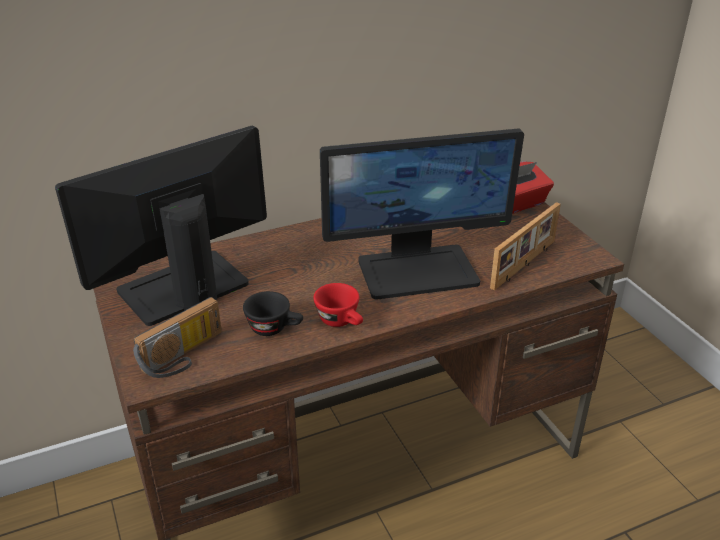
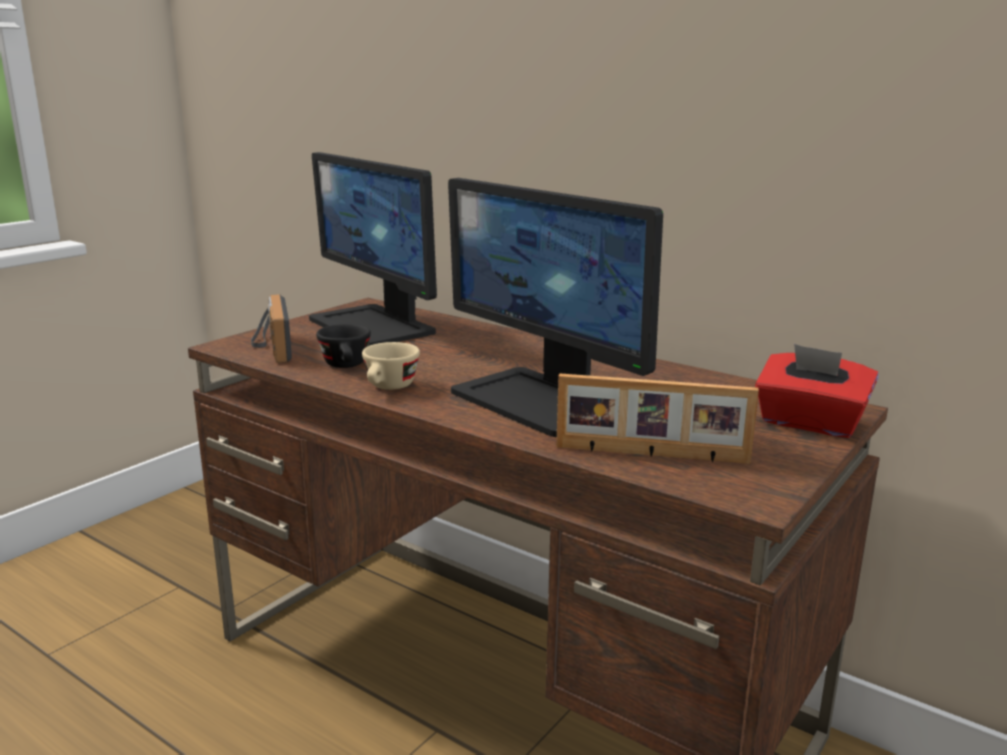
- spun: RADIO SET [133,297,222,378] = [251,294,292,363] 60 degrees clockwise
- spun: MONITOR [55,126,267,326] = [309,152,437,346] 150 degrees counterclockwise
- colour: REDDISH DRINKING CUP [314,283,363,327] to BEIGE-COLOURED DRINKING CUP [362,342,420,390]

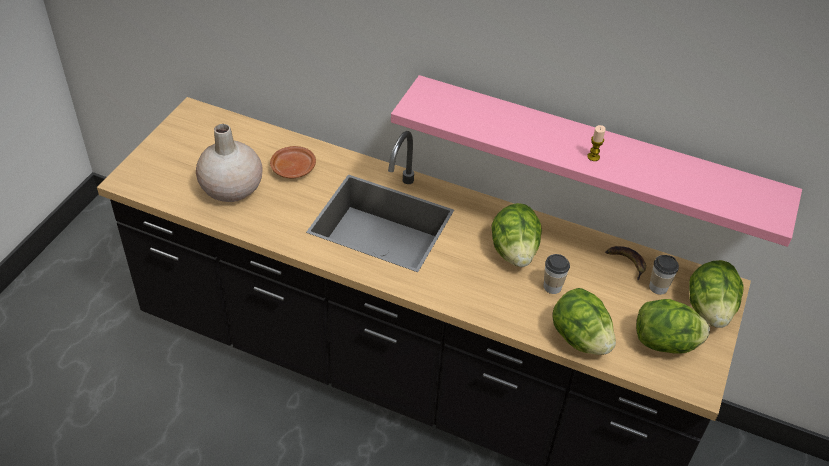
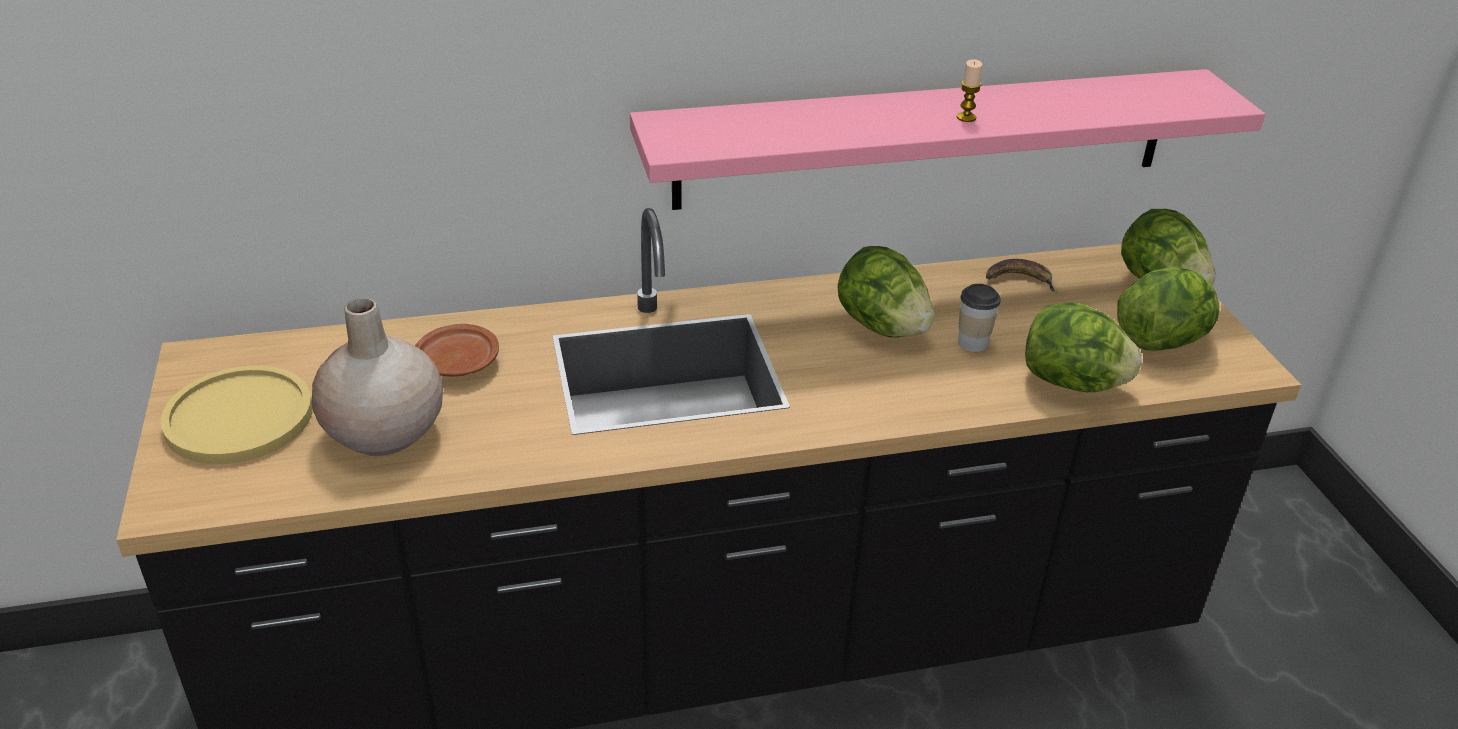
- appeared: YELLOW-COLOURED FLAT DISH [161,366,313,464]
- missing: DRINKING CUP [649,255,679,295]

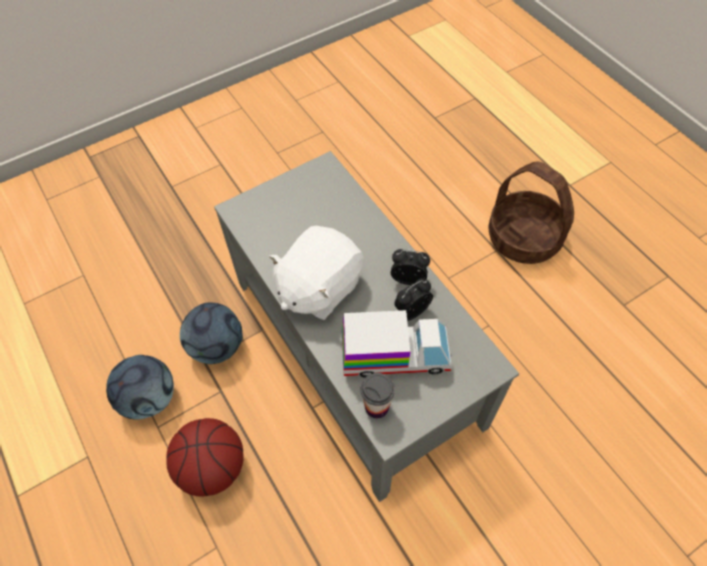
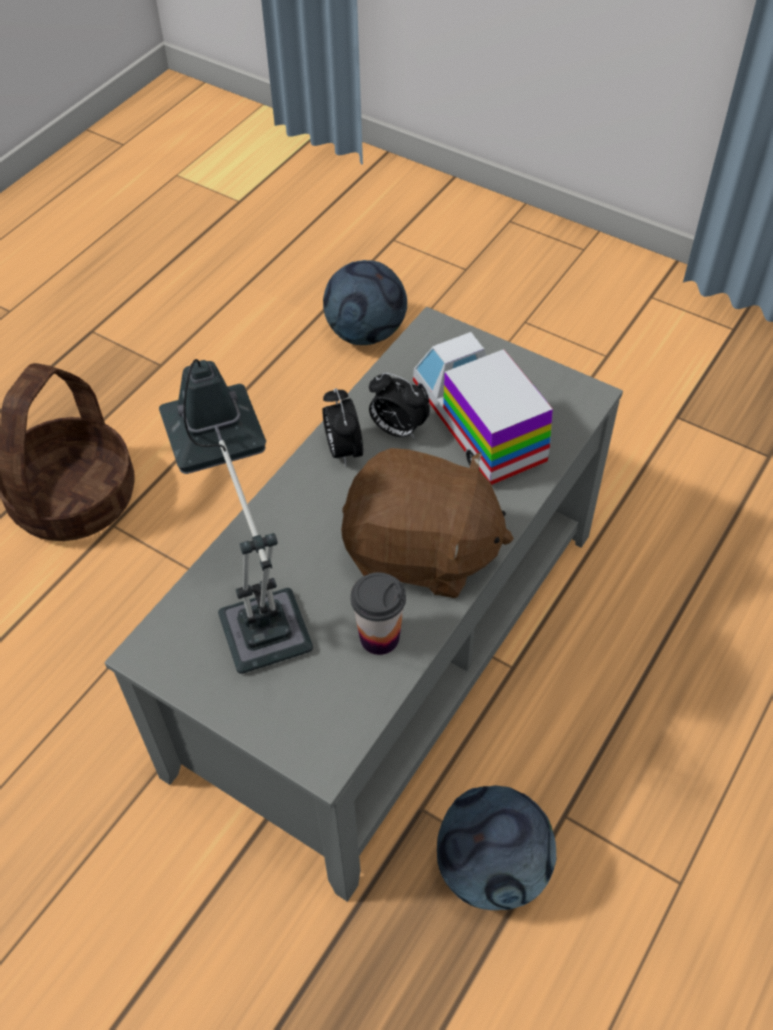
- appeared: LAMP FOR A TABLE [159,359,313,674]
- relocated: FOOTBALL BALL [106,355,174,419] to [323,260,407,345]
- colour: WHITE-COLOURED PLUSH TOY [269,226,364,320] to BROWNISH PLUSH TOY [341,448,514,598]
- relocated: DRINKING CUP [360,373,395,419] to [350,572,406,655]
- missing: BALL FOR BASKETBALL [166,418,244,497]

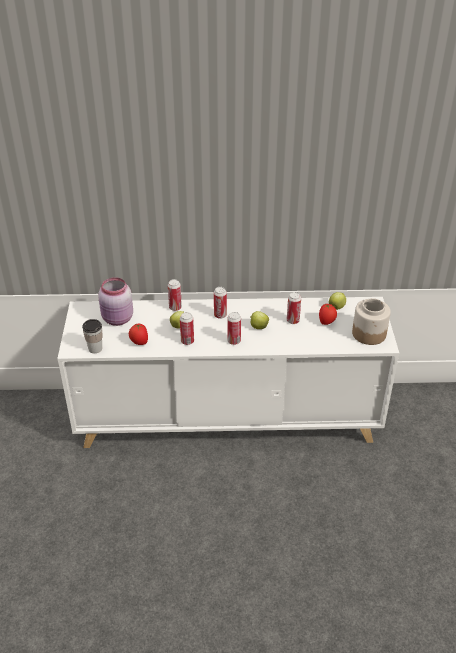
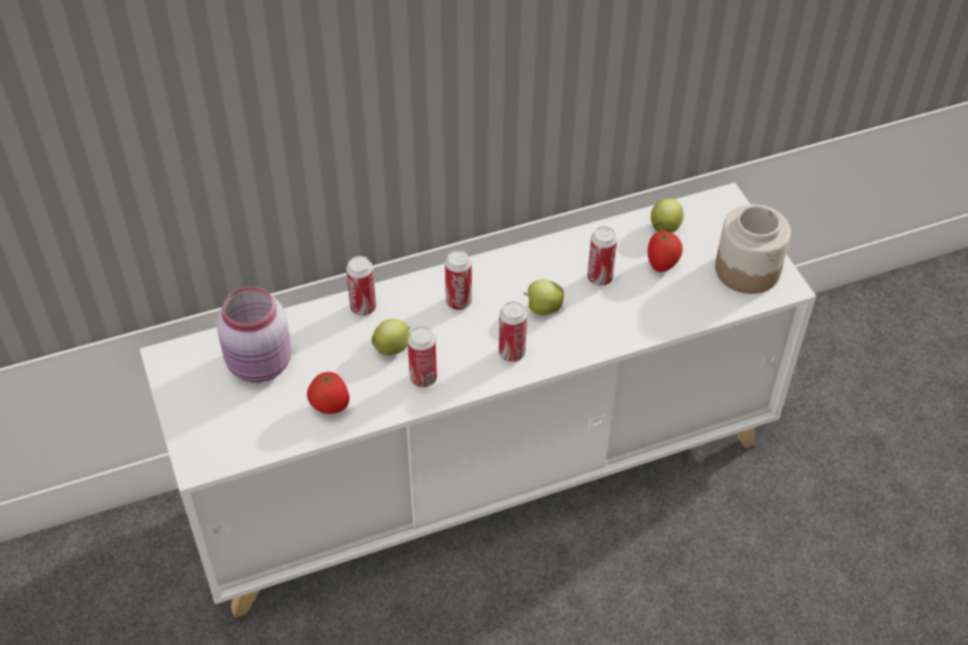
- missing: DRINKING CUP [82,319,102,353]

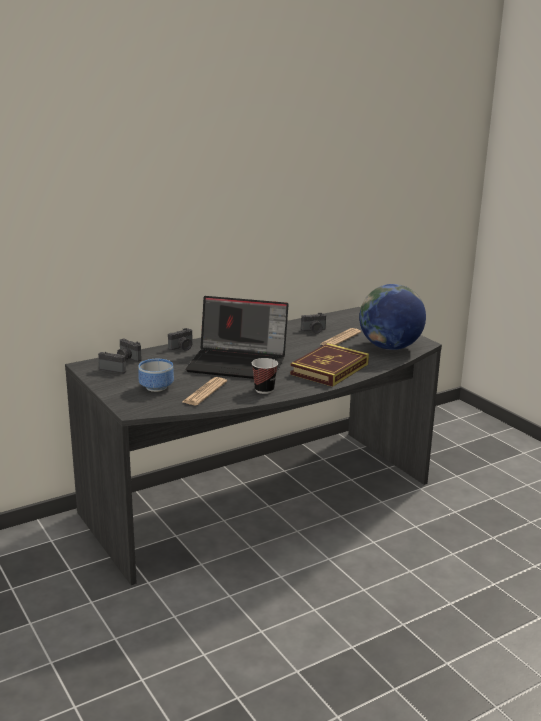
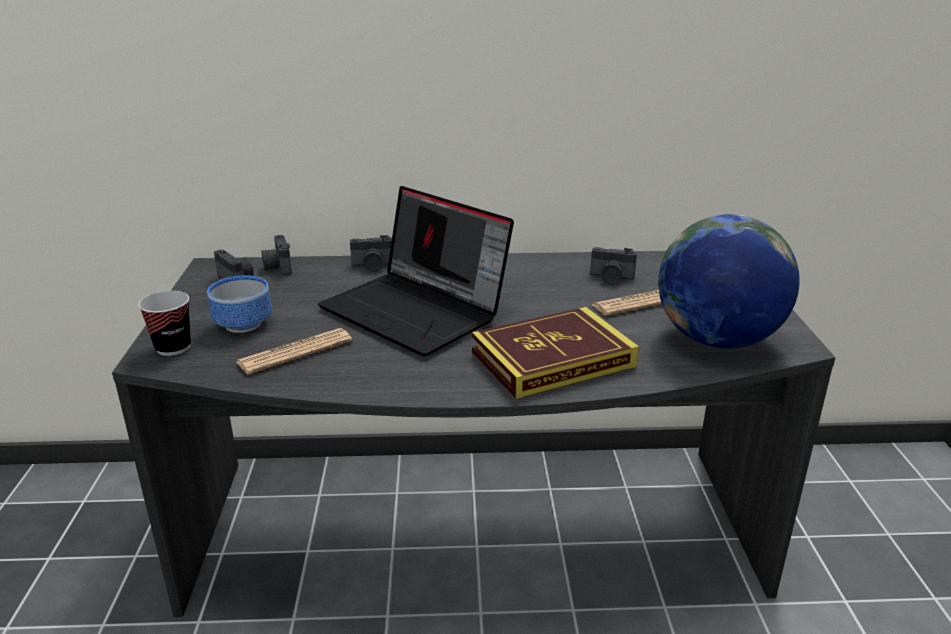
- relocated: DRINKING CUP [252,358,278,394] to [138,291,191,356]

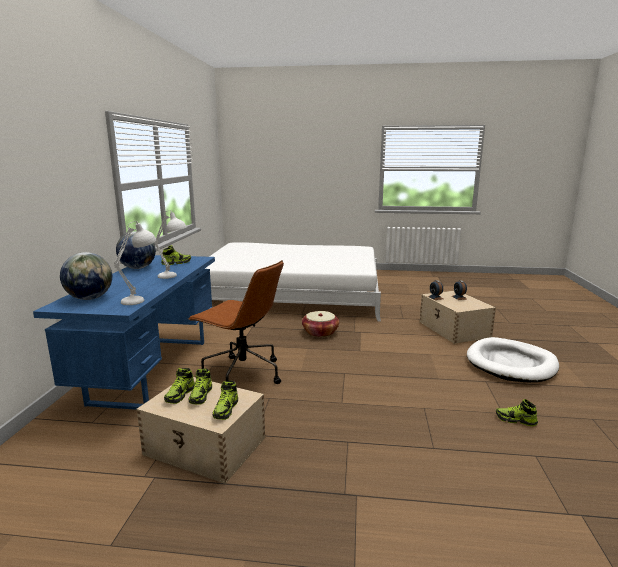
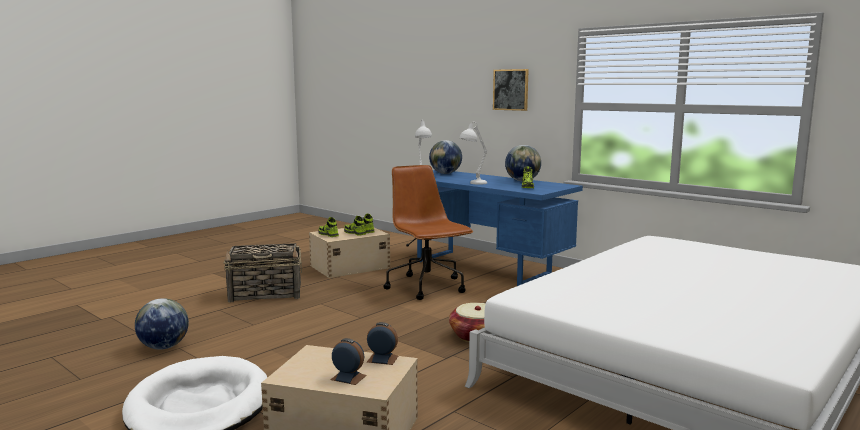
- exchanged: LOW SHOE [496,399,538,426] to GLOBE [135,298,189,350]
- appeared: BASKET [223,243,302,302]
- spun: BROWNISH COMPUTER CHAIR [188,260,284,384] = [383,165,473,300] 90 degrees clockwise
- appeared: WALL ART [493,69,529,111]

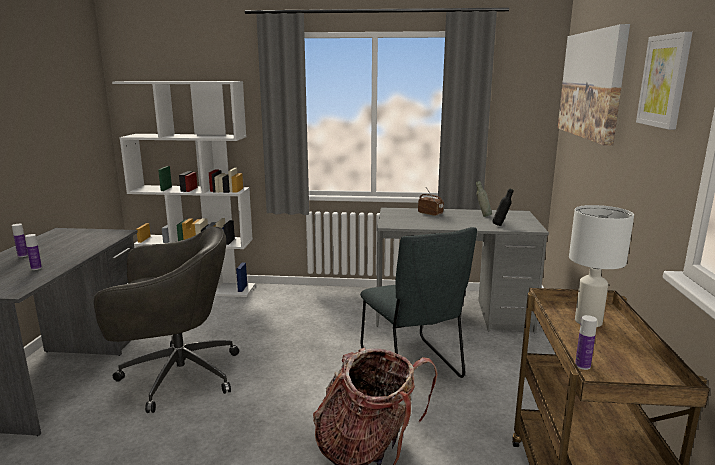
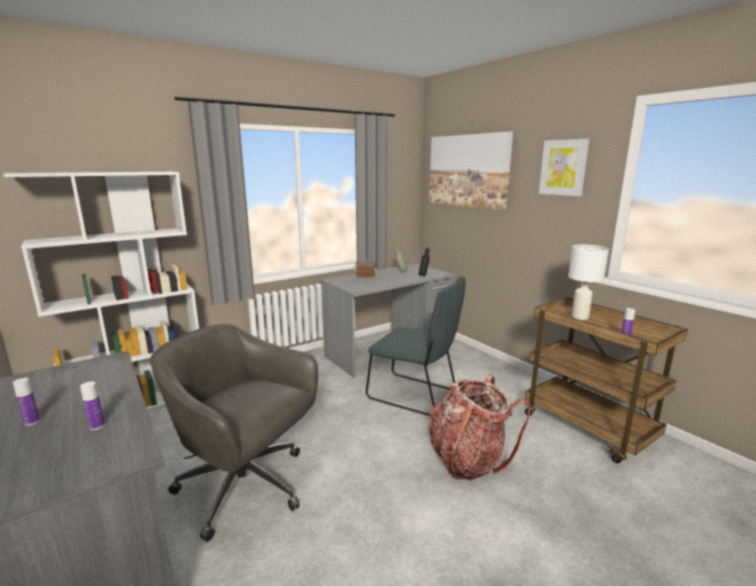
- spun: GRAY COMPUTER CHAIR [94,227,239,413] = [150,324,318,542] 105 degrees counterclockwise

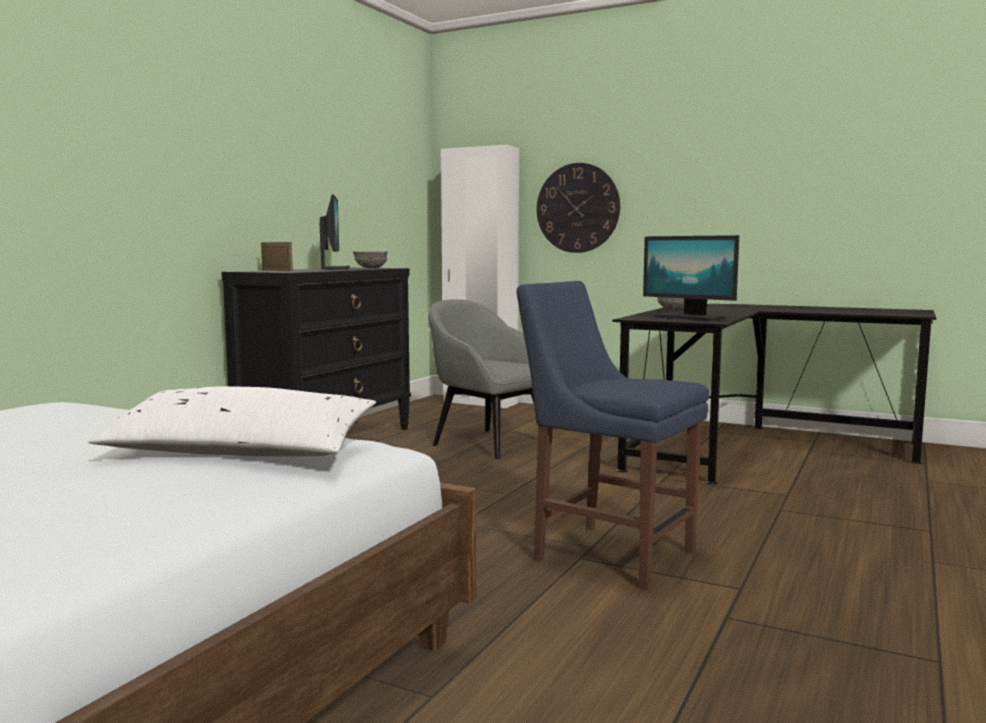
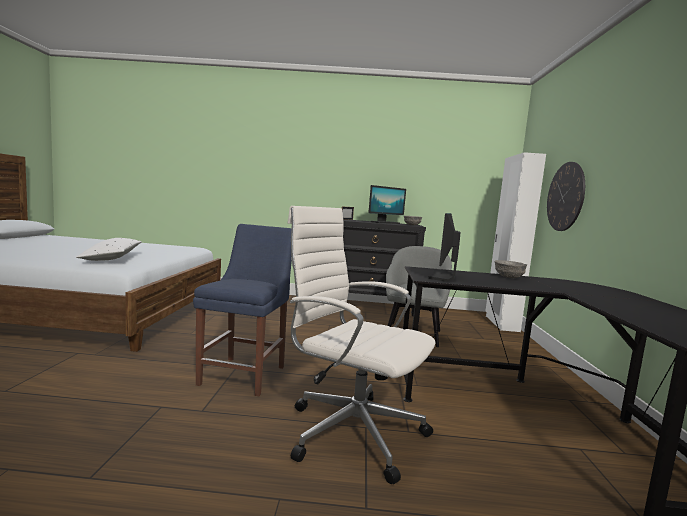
- appeared: WHITE-COLOURED COMPUTER CHAIR [287,206,435,484]

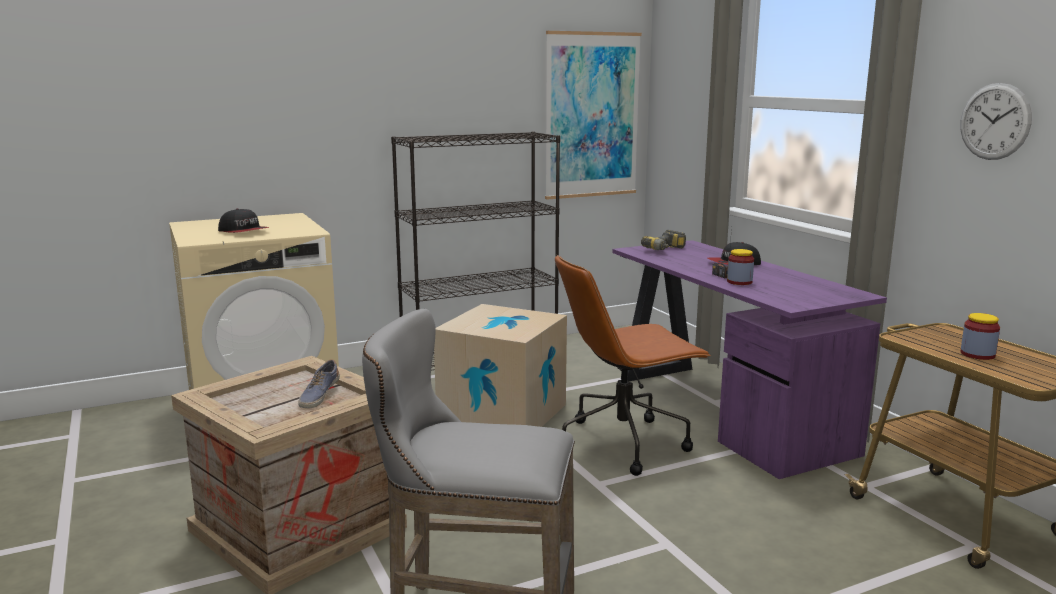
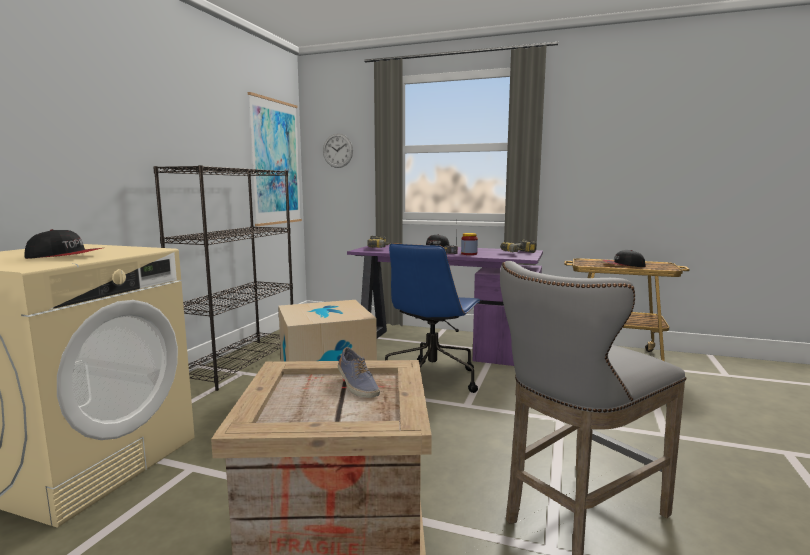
- relocated: CLOCK ON THE WALL [960,83,1032,160] to [323,134,353,168]
- colour: BROWNISH COMPUTER CHAIR [555,255,711,476] to BLUE-COLOURED COMPUTER CHAIR [385,243,482,393]
- appeared: DRILL [500,240,537,253]
- exchanged: PRESERVE JAR [960,313,1000,360] to CAP [603,250,646,267]

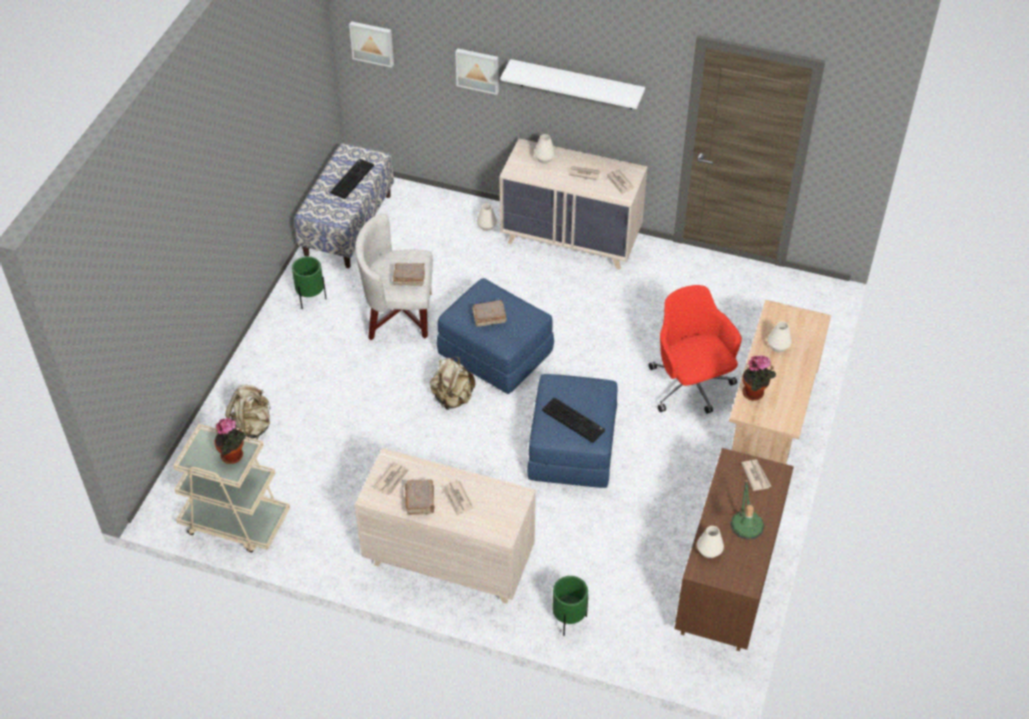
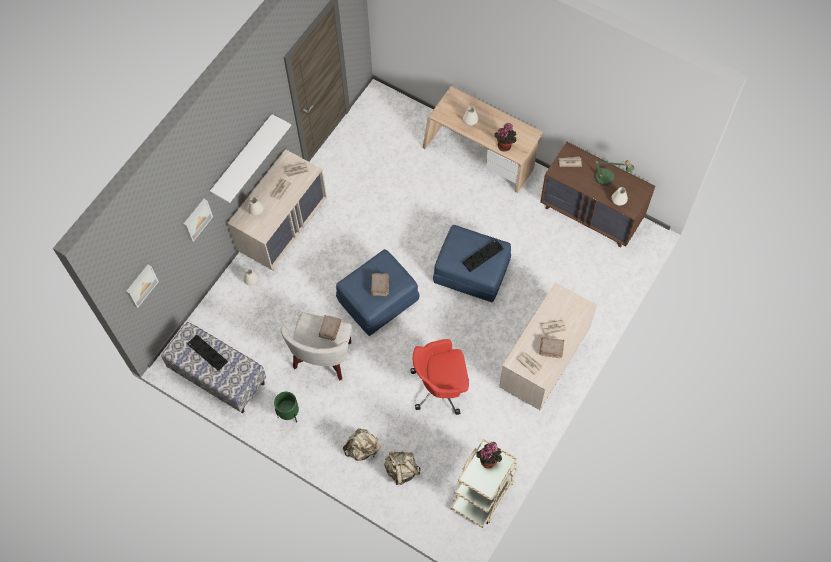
- relocated: BEIGE-COLOURED KNAPSACK [430,357,475,410] to [343,428,380,461]
- relocated: REDDISH COMPUTER CHAIR [649,285,742,414] to [410,339,469,415]
- missing: GREEN-COLOURED PLANTER [552,576,588,636]

